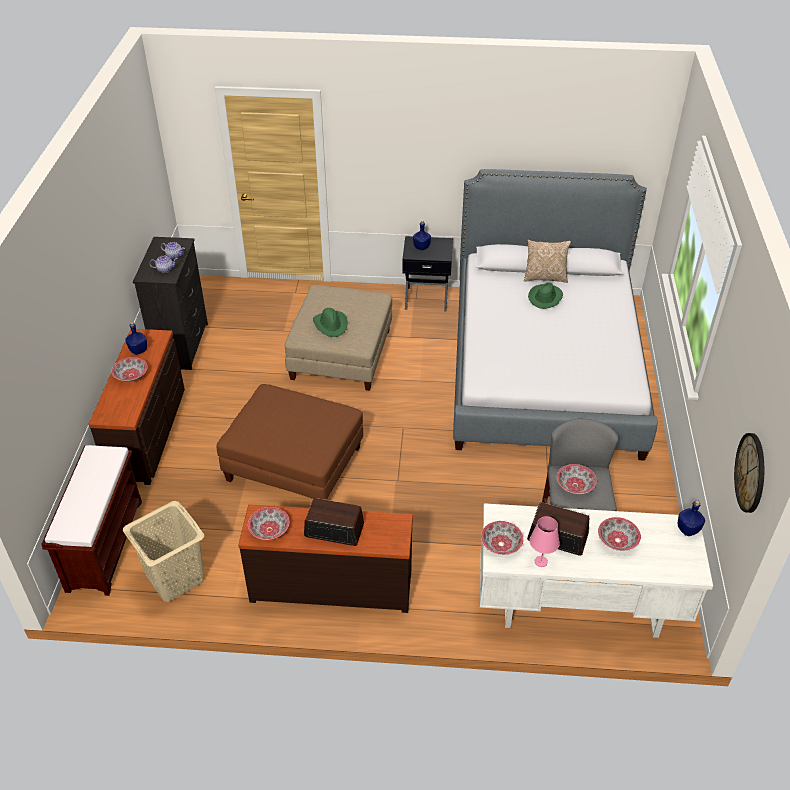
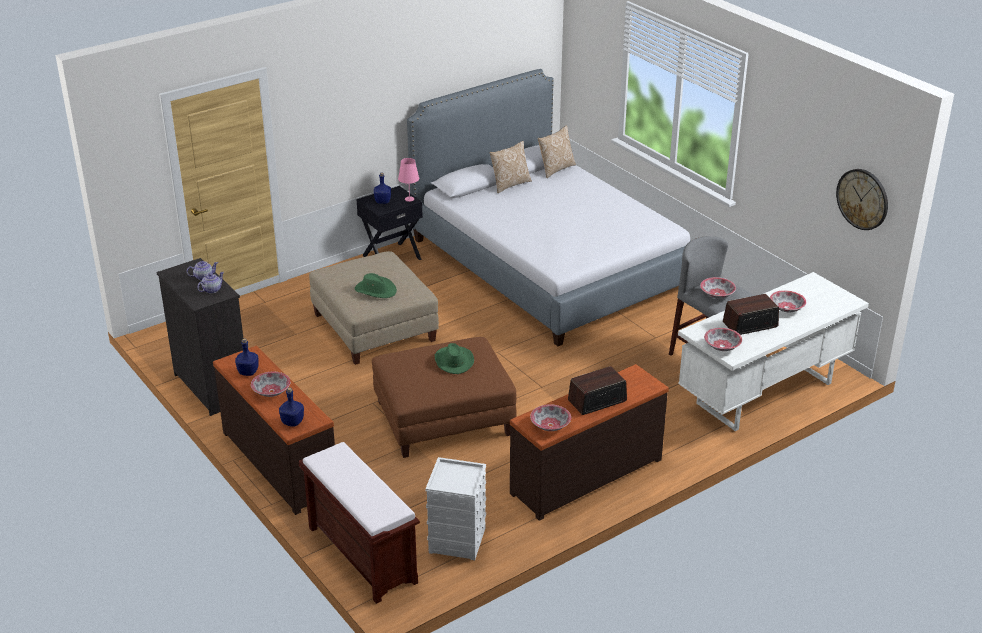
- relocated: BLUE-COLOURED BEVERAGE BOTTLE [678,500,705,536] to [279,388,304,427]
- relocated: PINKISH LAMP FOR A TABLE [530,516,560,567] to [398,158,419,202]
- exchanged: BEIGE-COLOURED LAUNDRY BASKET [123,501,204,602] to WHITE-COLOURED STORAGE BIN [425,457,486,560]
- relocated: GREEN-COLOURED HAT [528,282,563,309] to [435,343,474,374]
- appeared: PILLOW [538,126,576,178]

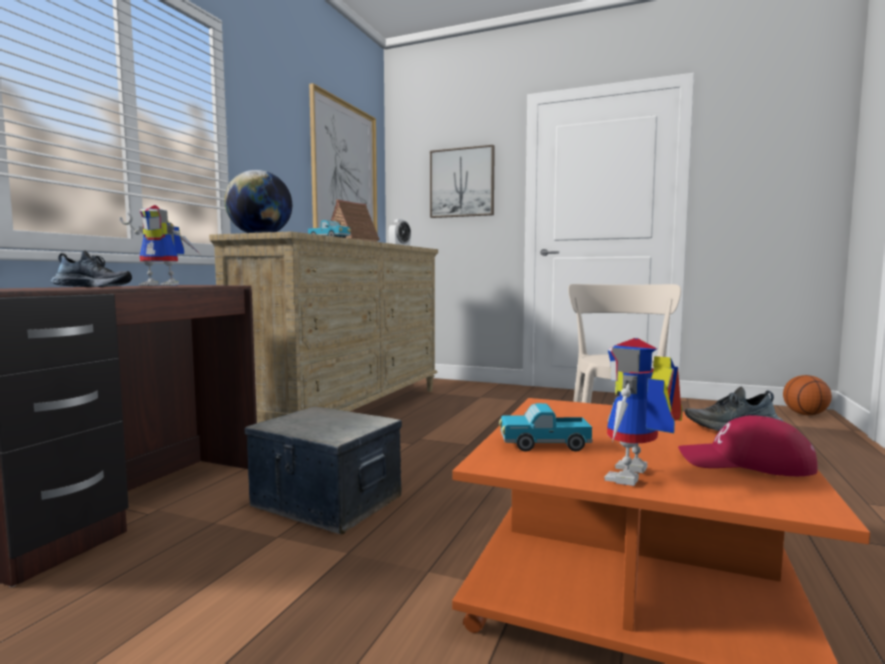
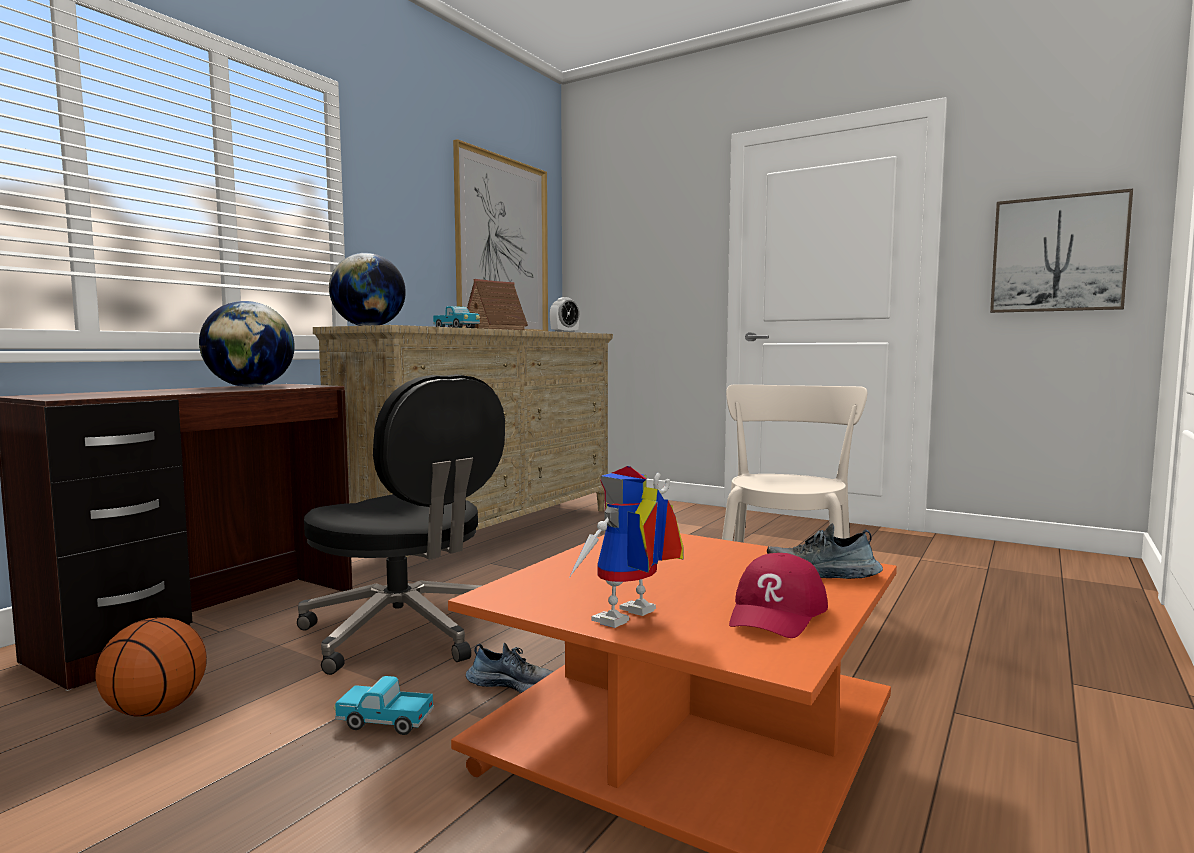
- relocated: BALL FOR BASKETBALL [783,375,832,415] to [95,617,207,716]
- exchanged: ROBOT FIGURE [119,205,200,286] to GLOBE [199,301,295,387]
- exchanged: STORAGE BIN [244,406,402,535] to BLACK-COLOURED COMPUTER CHAIR [297,374,505,675]
- relocated: TOY LORRY [499,403,593,451] to [334,676,434,735]
- relocated: LOW SHOE [51,250,132,287] to [466,642,554,693]
- spun: REDDISH CAP [678,415,818,476] = [729,553,828,638] 90 degrees counterclockwise
- relocated: WALL ART [430,145,495,218] to [990,188,1133,313]

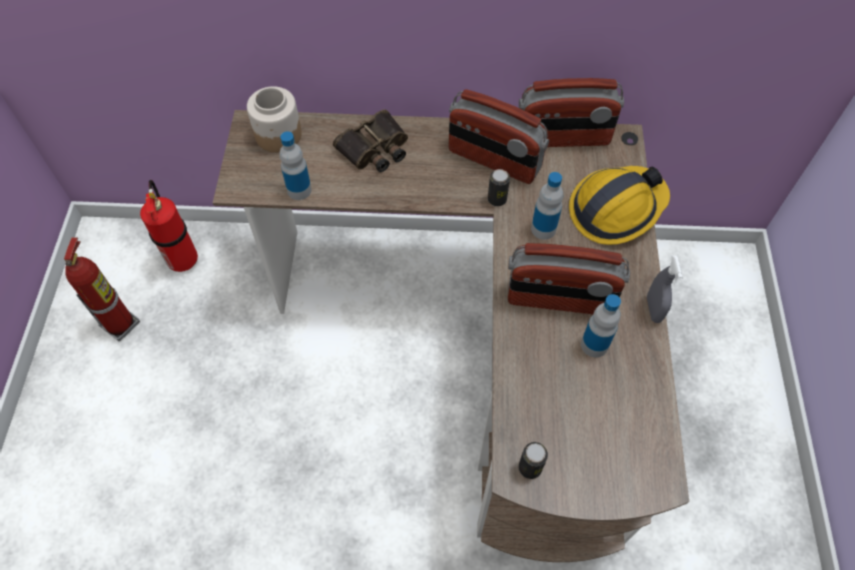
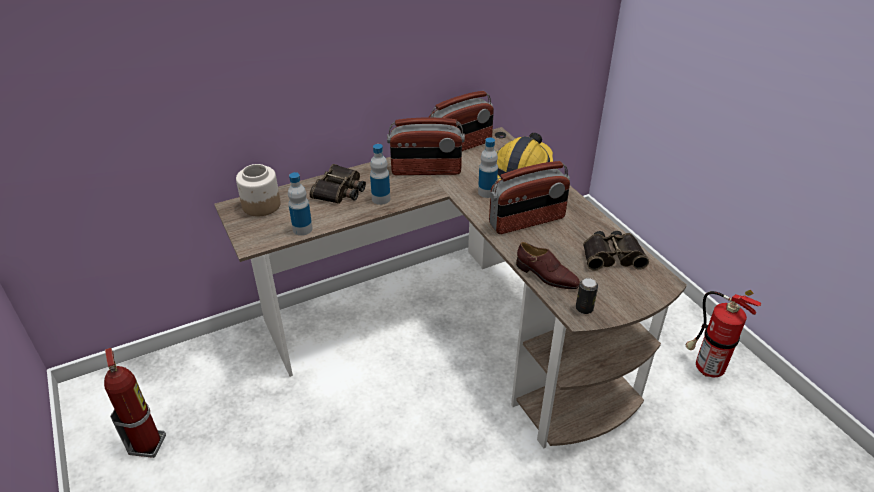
- relocated: BEVERAGE BOTTLE [581,294,621,358] to [370,144,390,205]
- appeared: BROWNISH LOW SHOE [516,242,580,289]
- appeared: BINOCULARS [583,231,649,271]
- relocated: FIRE-FIGHTING CYLINDER [140,180,198,272] to [686,290,761,377]
- missing: CAN [488,169,510,206]
- missing: GRAY SPRAYER [647,255,683,323]

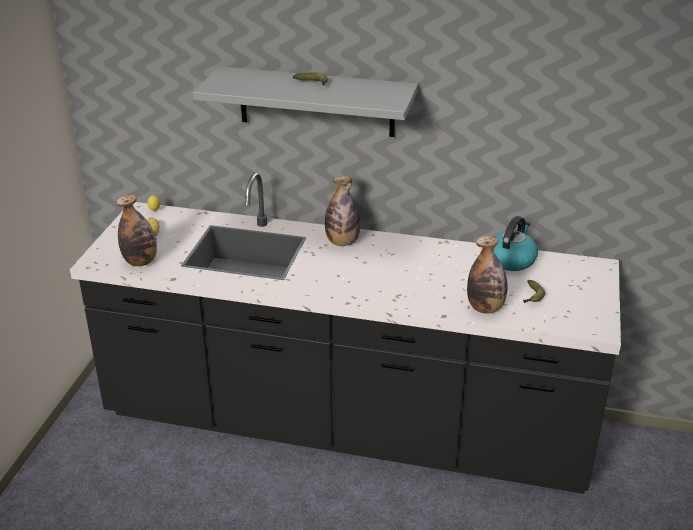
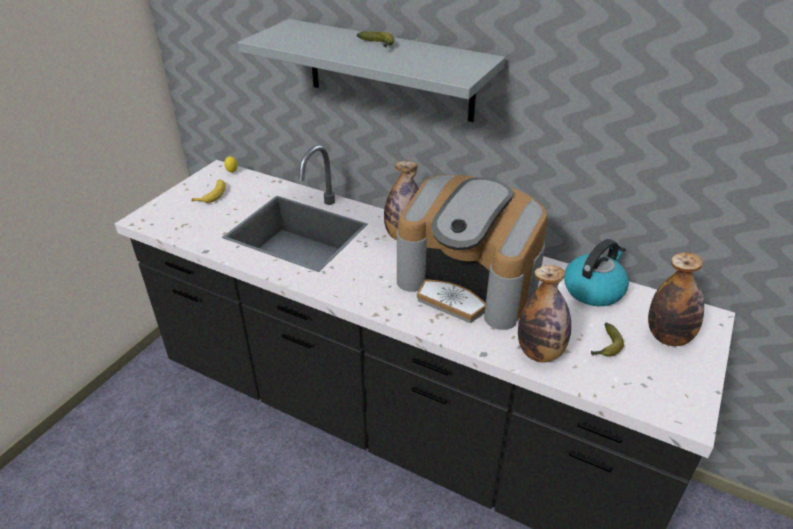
- appeared: COFFEE MACHINE [397,175,548,330]
- relocated: BEVERAGE BOTTLE [116,194,157,266] to [648,252,704,346]

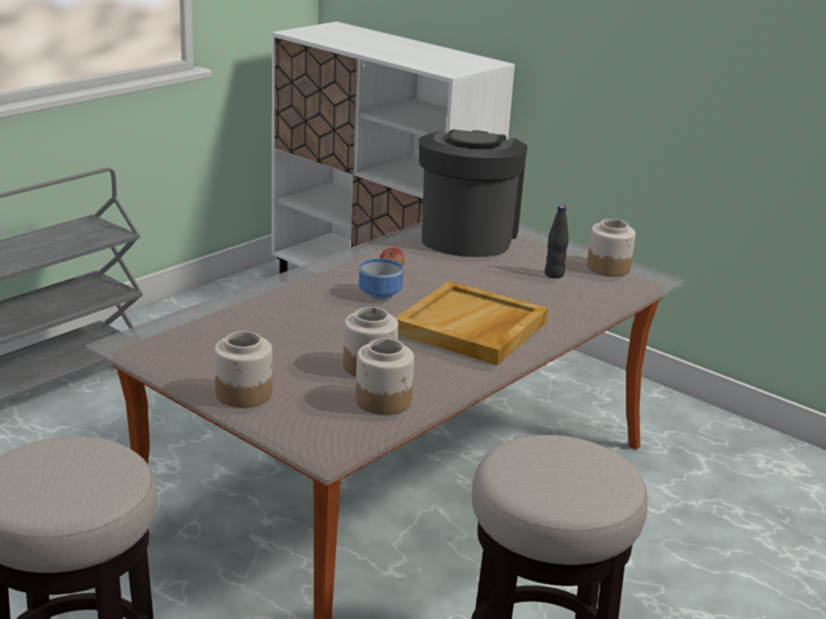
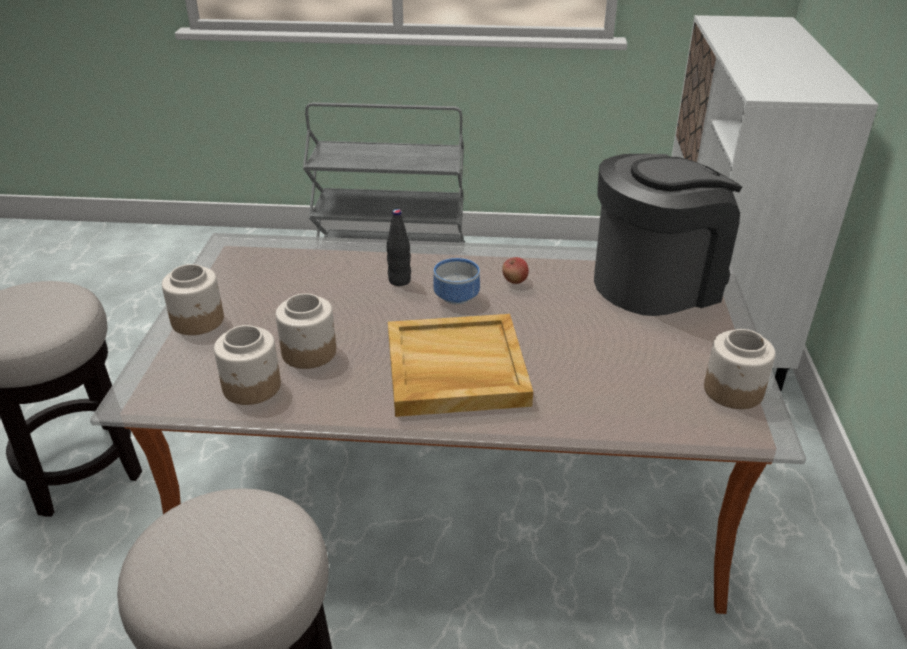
- relocated: BLACK-COLOURED BEVERAGE BOTTLE [544,206,569,278] to [387,209,411,286]

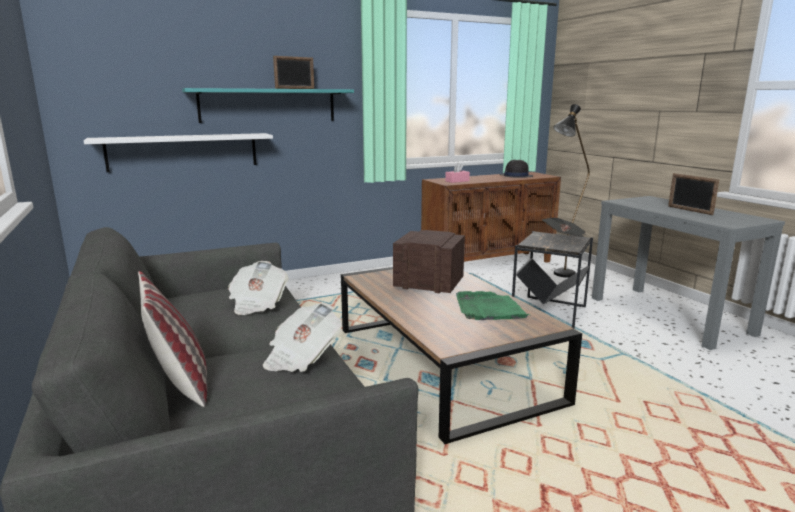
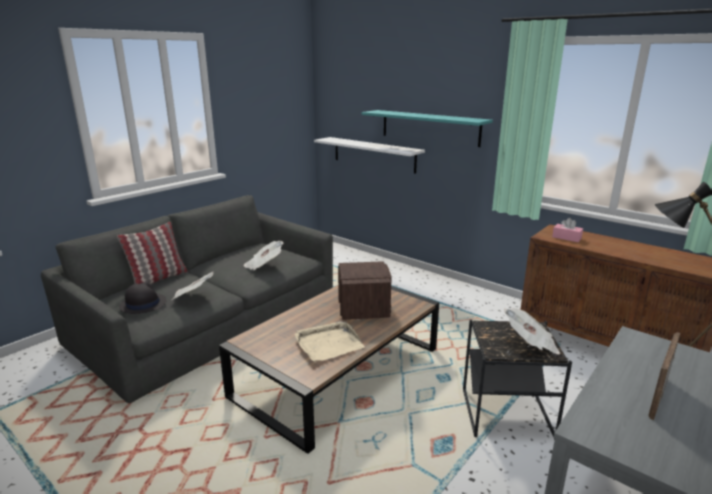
- relocated: BLACK-COLOURED HAT [499,160,533,178] to [119,282,167,314]
- colour: GREEN-COLOURED SERVING TRAY [456,291,530,320] to BEIGE-COLOURED SERVING TRAY [295,321,365,362]
- missing: PHOTO FRAME [273,56,314,89]

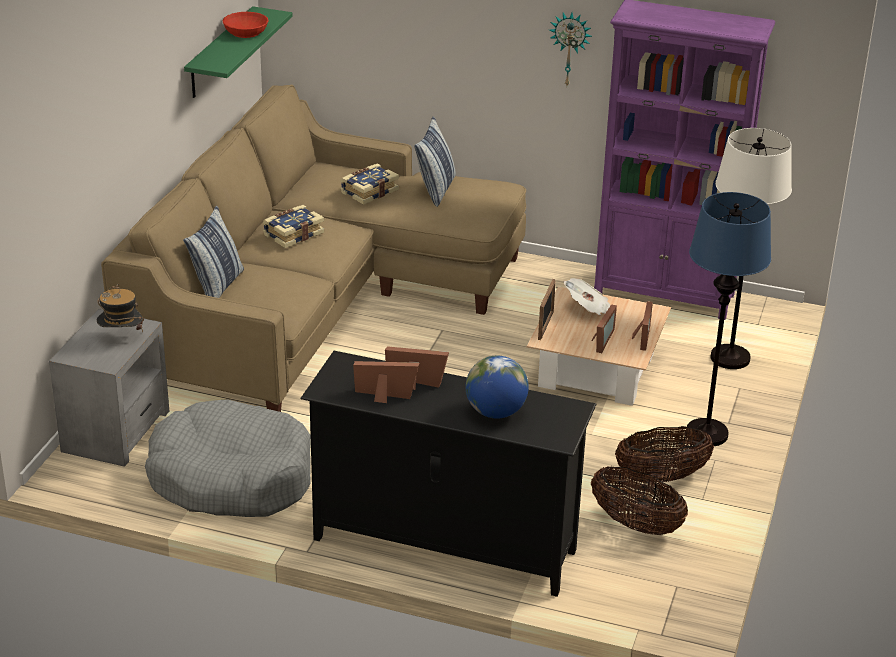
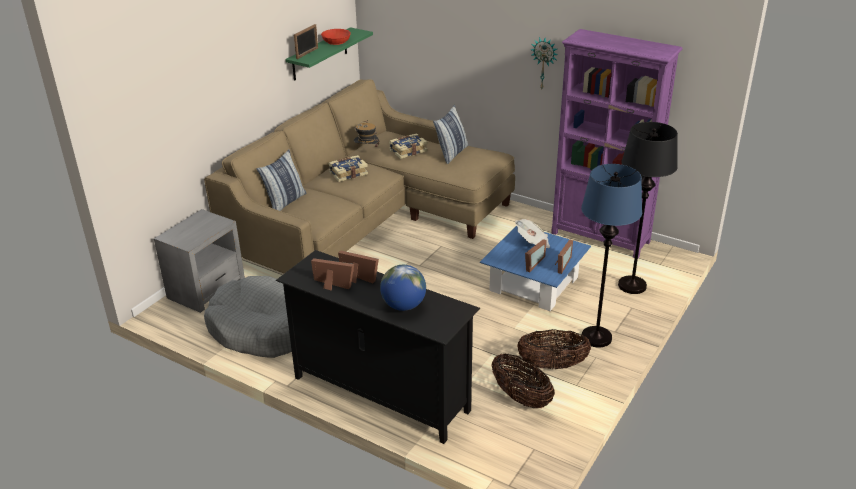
- relocated: PHOTO FRAME [538,279,556,340] to [294,24,318,59]
- relocated: HAT [97,284,144,332] to [354,120,380,150]
- colour: BEIGE-COLOURED LOUNGE TABLE [527,286,671,406] to BLUE-COLOURED LOUNGE TABLE [480,226,591,311]
- colour: WHITE-COLOURED FLOOR LAMP [710,128,792,369] to BLACK-COLOURED FLOOR LAMP [618,122,678,294]

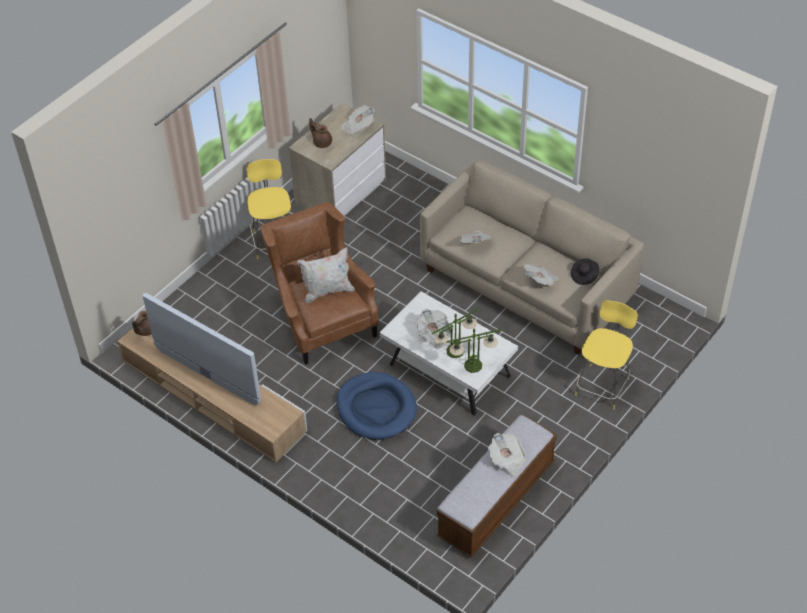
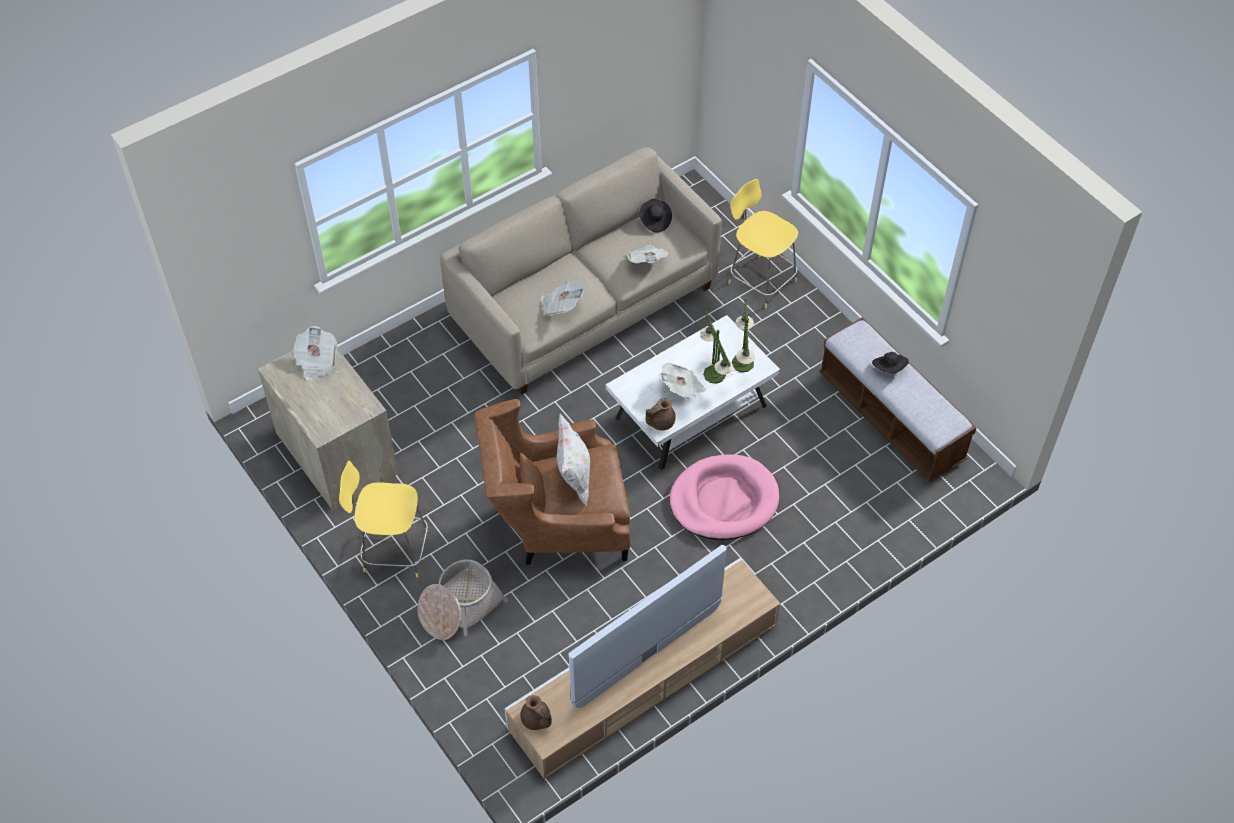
- appeared: BASKET [417,559,508,640]
- relocated: BROWNISH TEAPOT [309,118,332,148] to [645,398,676,431]
- colour: BLUE-COLOURED PET BED [336,372,417,440] to PINKISH PET BED [670,454,779,540]
- exchanged: NEWSPAPER [488,433,527,476] to BLACK-COLOURED HAT [872,352,909,374]

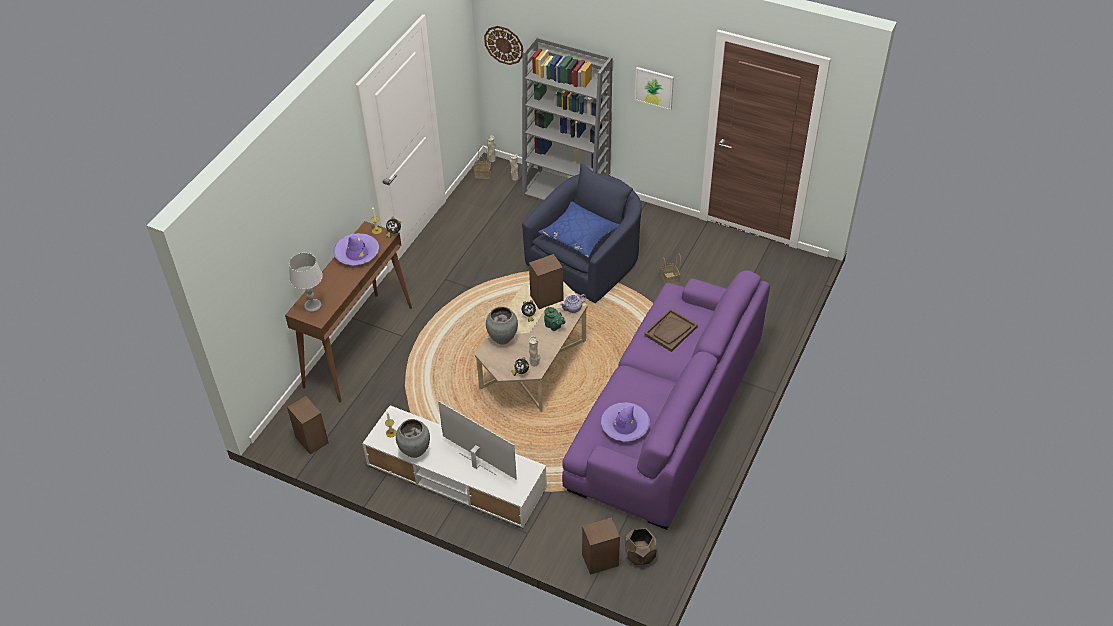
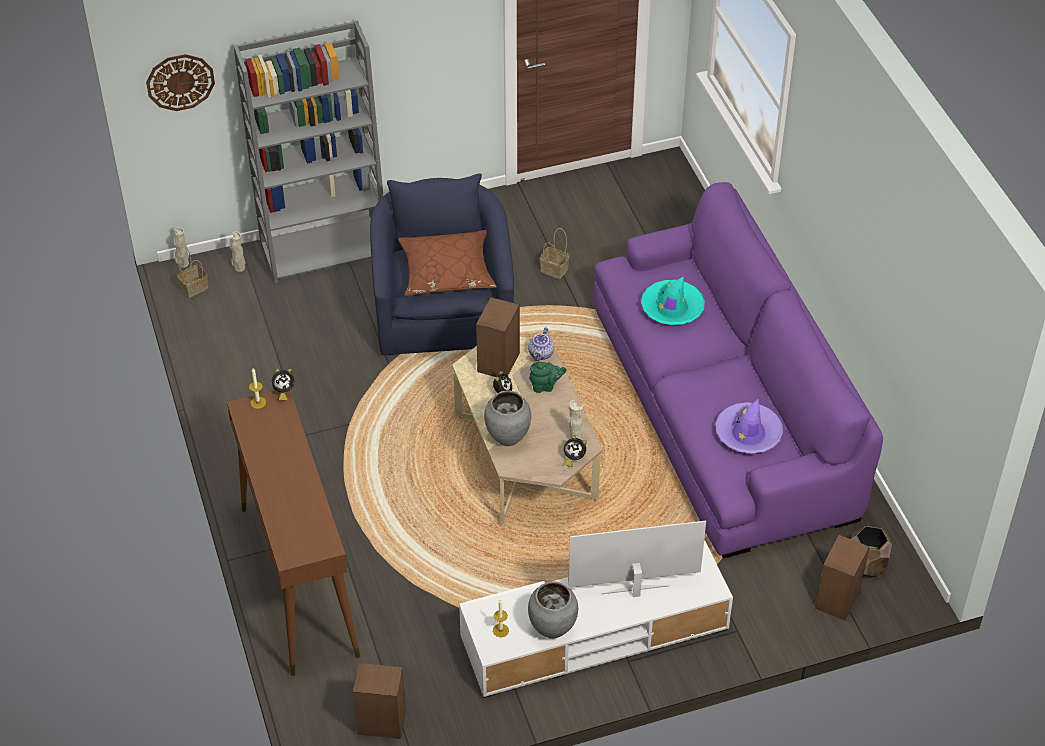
- colour: BLUE-COLOURED PILLOW [538,202,620,258] to BROWNISH PILLOW [398,230,497,296]
- exchanged: BROWNISH SERVING TRAY [644,309,698,352] to TURQUOISE-COLOURED HAT [641,276,705,325]
- missing: GRAY LAMP FOR A TABLE [289,253,323,312]
- missing: PURPLE HAT [333,233,379,265]
- missing: WALL ART [635,67,674,110]

